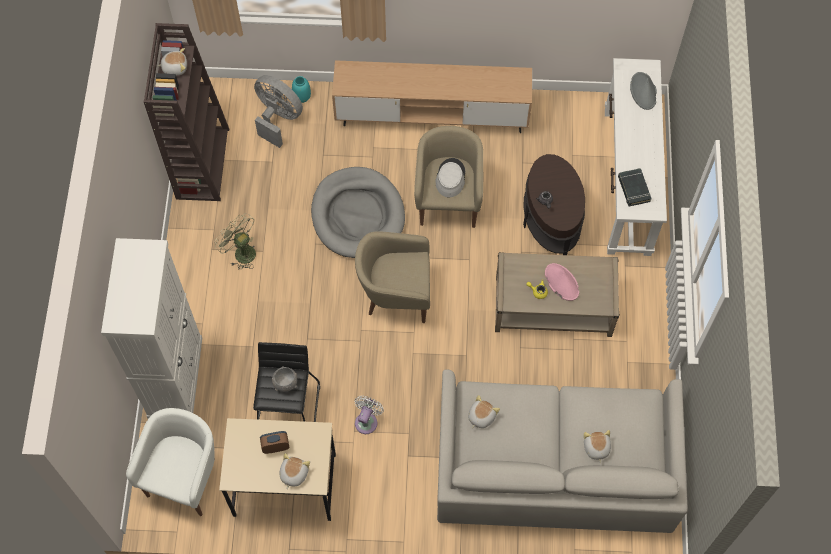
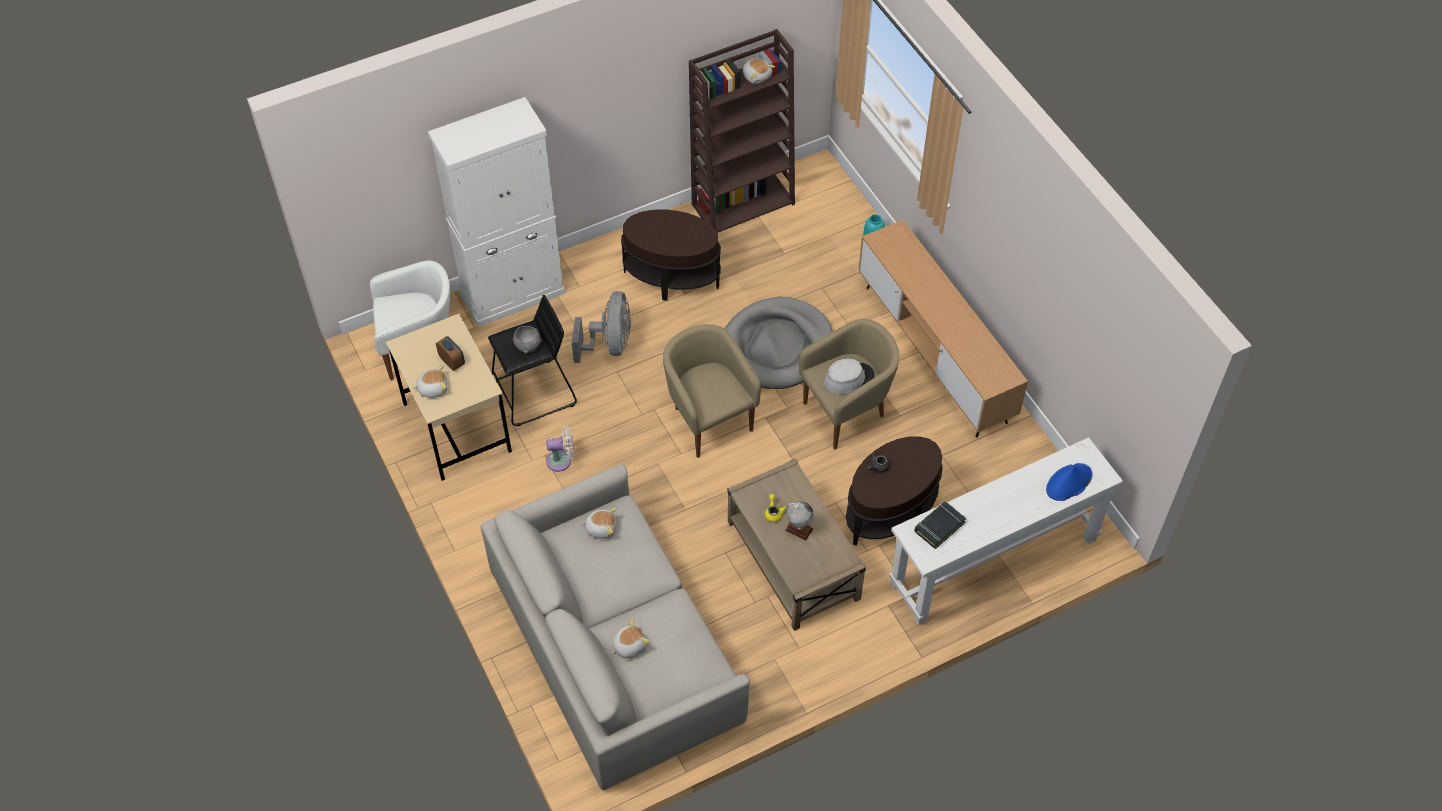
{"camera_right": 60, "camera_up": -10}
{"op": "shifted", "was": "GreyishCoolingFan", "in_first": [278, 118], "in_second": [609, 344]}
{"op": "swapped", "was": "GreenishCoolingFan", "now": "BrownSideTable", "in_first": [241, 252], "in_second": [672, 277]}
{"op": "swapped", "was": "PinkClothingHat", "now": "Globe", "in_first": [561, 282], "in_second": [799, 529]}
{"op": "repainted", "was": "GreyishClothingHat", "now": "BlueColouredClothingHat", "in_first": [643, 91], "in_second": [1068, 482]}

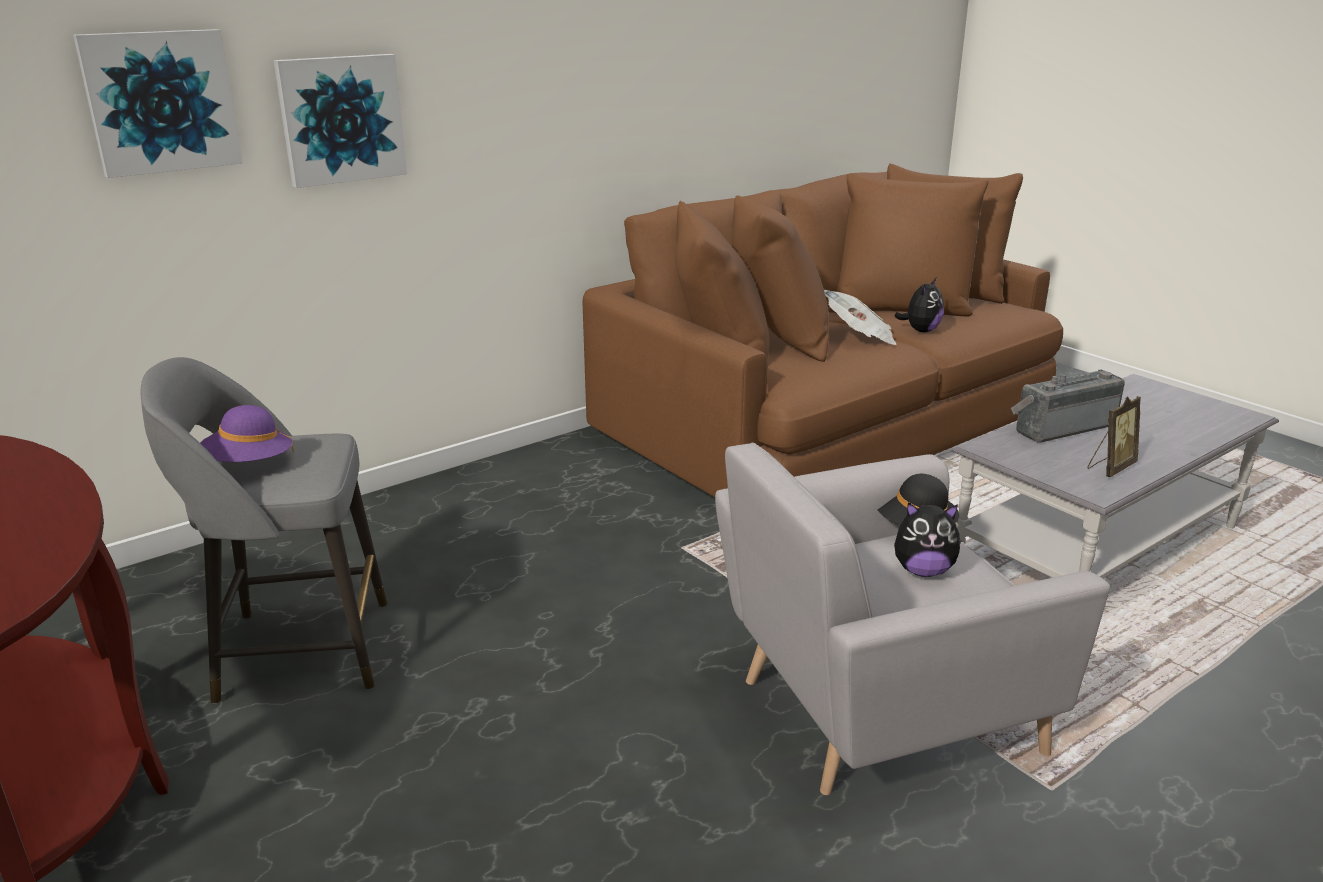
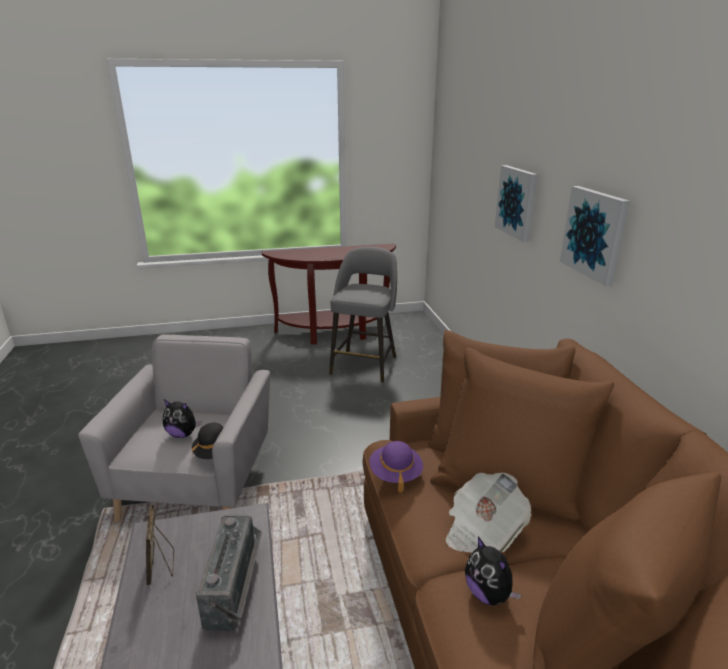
{"camera_right": 115, "camera_up": 0}
{"op": "shifted", "was": "WallPicture", "in_first": [161, 102], "in_second": [594, 234]}
{"op": "shifted", "was": "PurpleClothingHat", "in_first": [249, 464], "in_second": [395, 474]}
{"op": "rotated", "was": "CuddlyToy", "in_first": [923, 571], "in_second": [183, 434], "clockwise": -105}

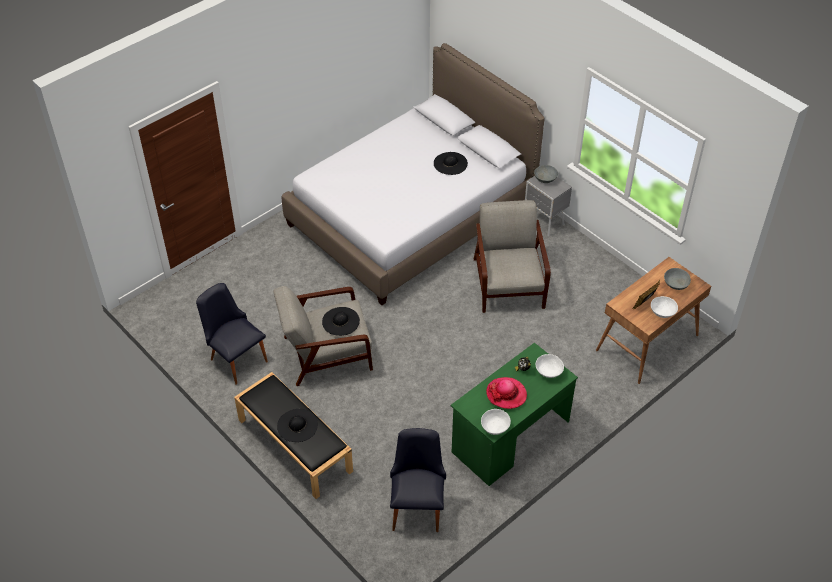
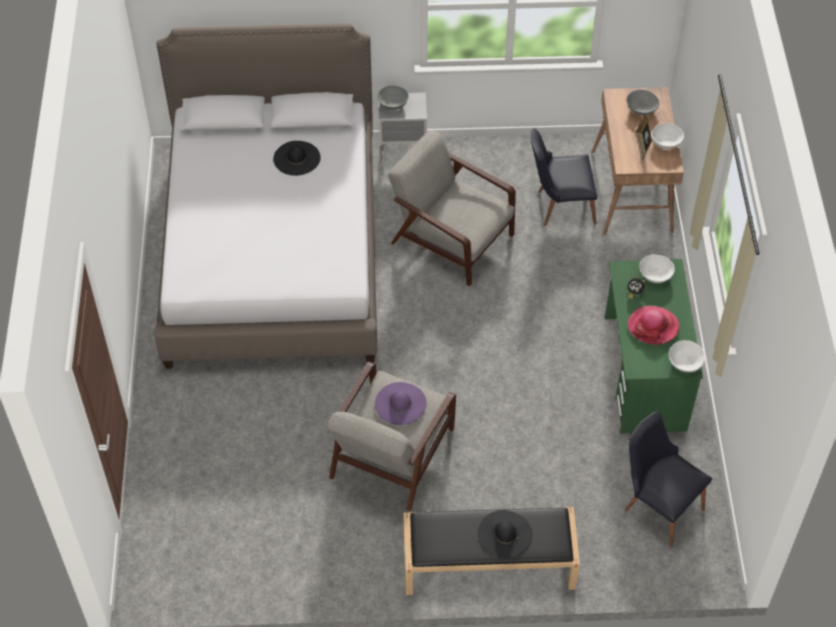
{"camera_right": -50, "camera_up": 5}
{"op": "shifted", "was": "BlackColouredChair", "in_first": [235, 357], "in_second": [559, 206]}
{"op": "repainted", "was": "BlackColouredClothingHat", "now": "PurpleClothingHat", "in_first": [340, 321], "in_second": [400, 403]}

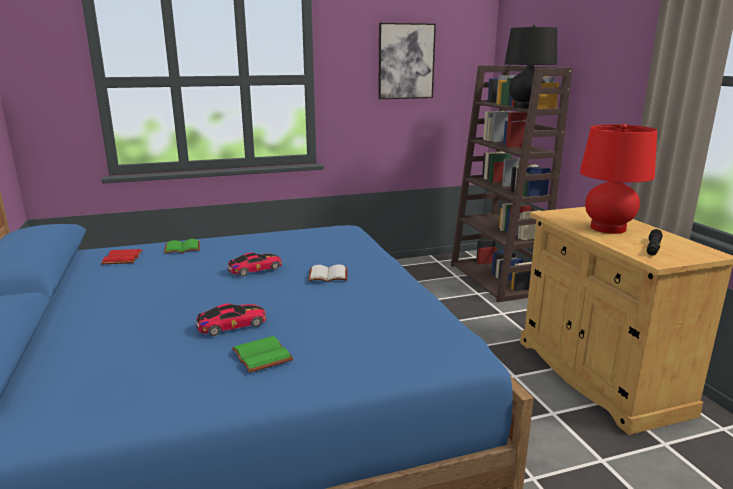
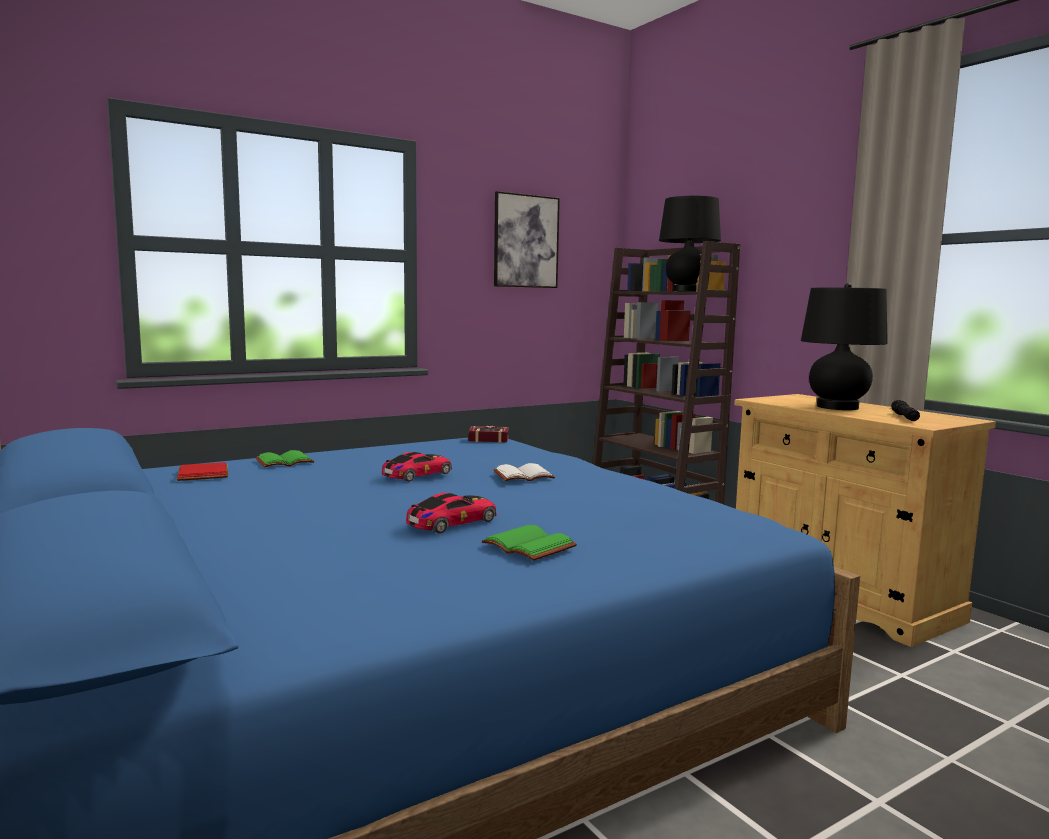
{"camera_right": -15, "camera_up": -10}
{"op": "new", "now": "Book", "in_second": [487, 439]}
{"op": "repainted", "was": "RedColouredTabletopLamp", "now": "BlackColouredTabletopLamp", "in_first": [608, 228], "in_second": [837, 407]}

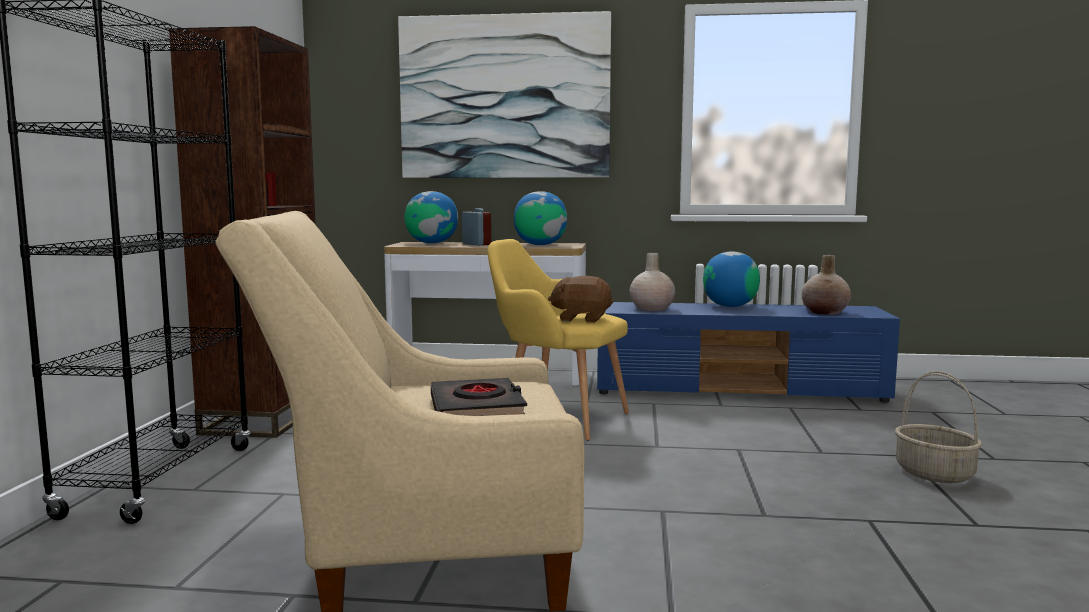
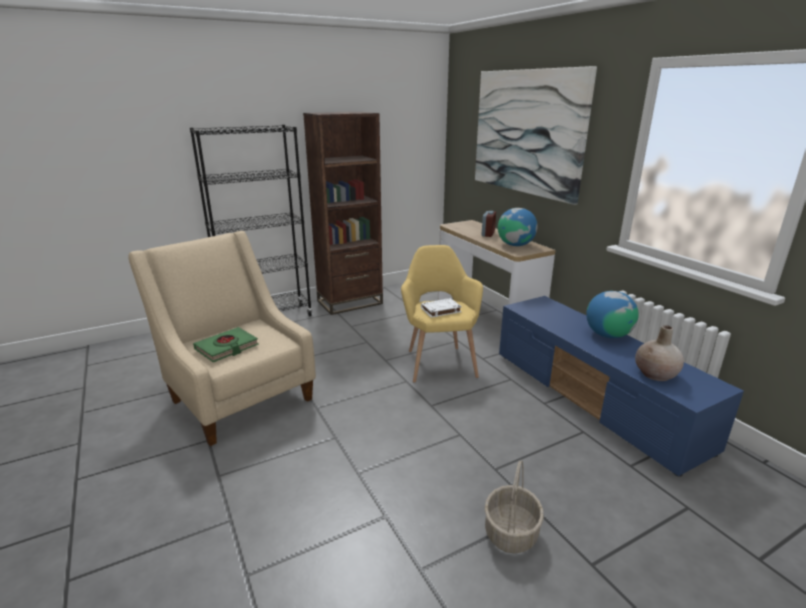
{"camera_right": 55, "camera_up": 15}
{"op": "gone", "was": "Globe", "in_first": [432, 243]}
{"op": "gone", "was": "BeigeDecorativeVase", "in_first": [651, 309]}
{"op": "swapped", "was": "BrownCuddlyToy", "now": "WhitishBook", "in_first": [581, 319], "in_second": [440, 310]}
{"op": "repainted", "was": "BlackColouredBook", "now": "GreenishBook", "in_first": [477, 410], "in_second": [227, 348]}

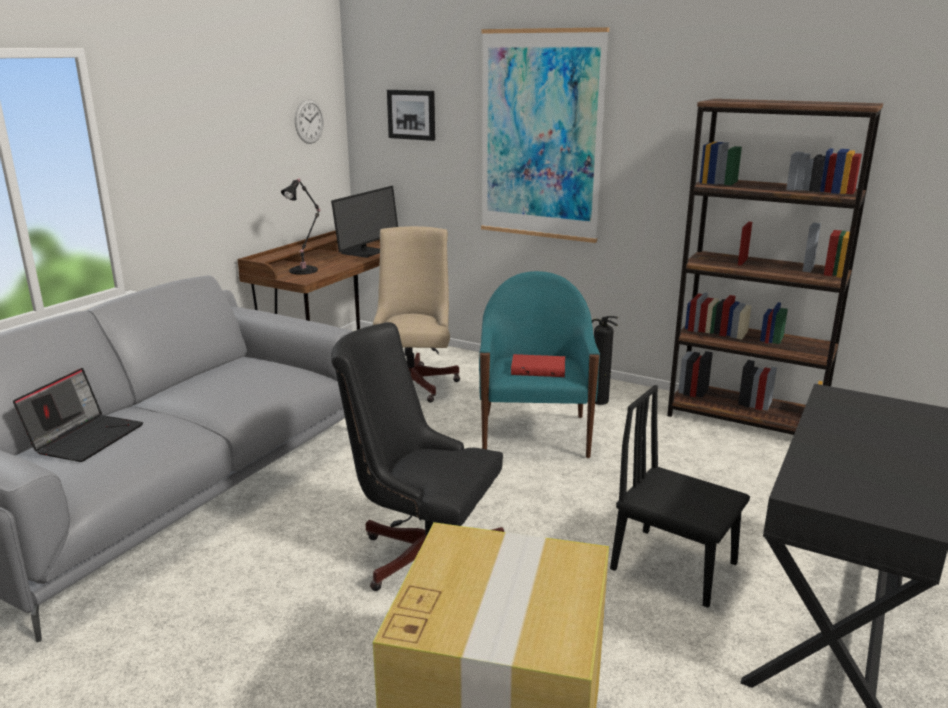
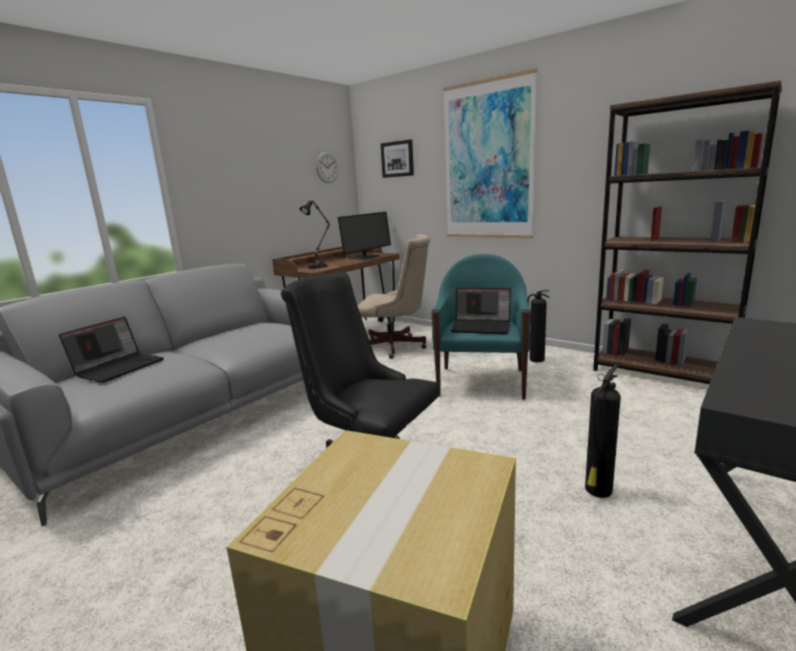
{"camera_right": 10, "camera_up": -5}
{"op": "swapped", "was": "RedColouredBook", "now": "PortableComputer", "in_first": [538, 369], "in_second": [482, 327]}
{"op": "swapped", "was": "BlackColouredChair", "now": "Extinguisher", "in_first": [674, 566], "in_second": [597, 491]}
{"op": "rotated", "was": "BeigeDeskChair", "in_first": [413, 382], "in_second": [396, 347], "clockwise": 90}

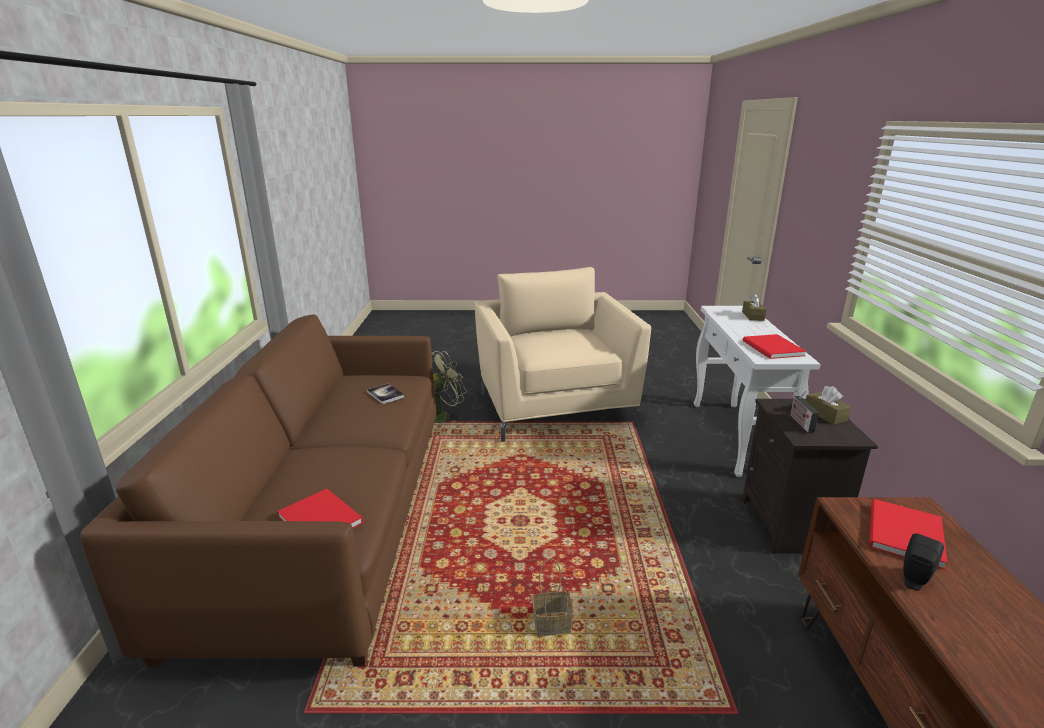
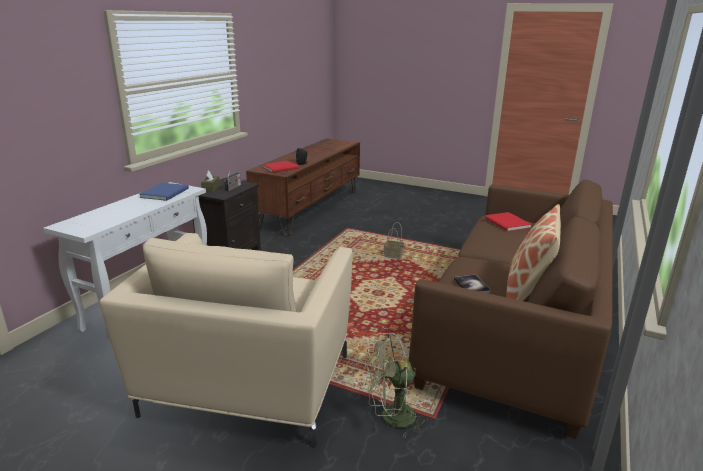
{"camera_right": -155, "camera_up": 0}
{"op": "gone", "was": "BrownTissueHolder", "in_first": [753, 316]}
{"op": "new", "now": "Pillow", "in_second": [527, 293]}
{"op": "repainted", "was": "RedColouredBook", "now": "BlueColouredBook", "in_first": [772, 349], "in_second": [166, 192]}

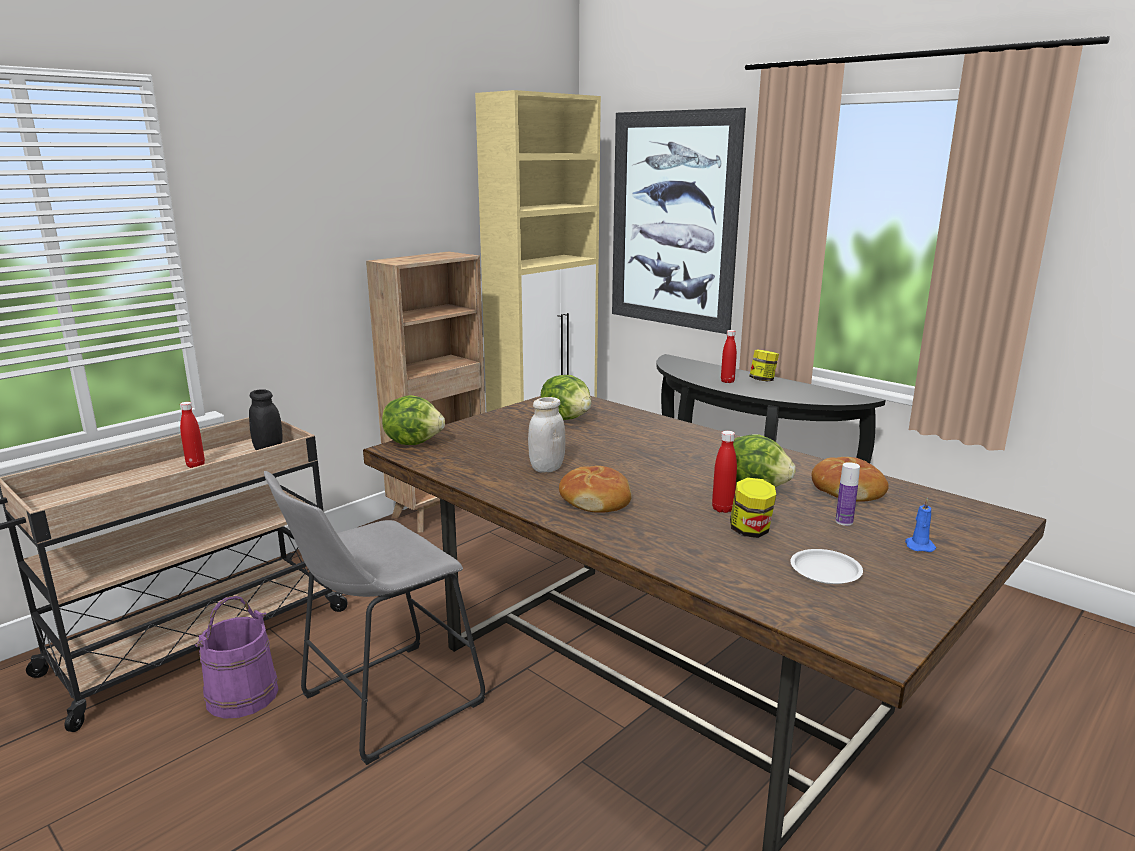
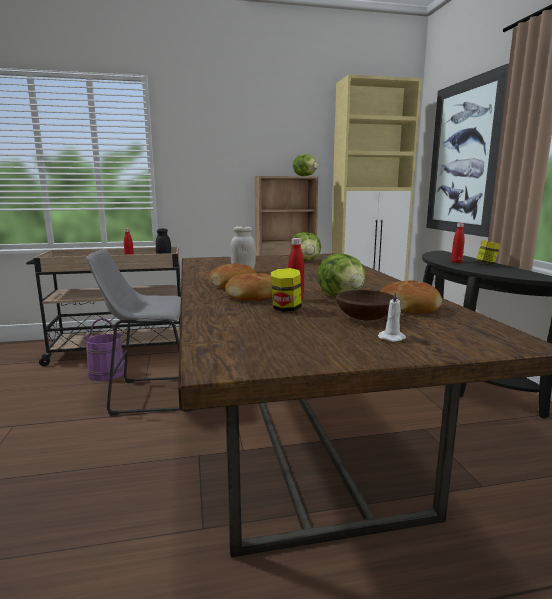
{"camera_right": 35, "camera_up": -5}
{"op": "gone", "was": "WhitishFlatDish", "in_first": [826, 571]}
{"op": "new", "now": "BakedBread", "in_second": [254, 297]}
{"op": "shifted", "was": "LettuceHead", "in_first": [414, 442], "in_second": [305, 176]}
{"op": "swapped", "was": "DrinkBottle", "now": "BrownServingBowl", "in_first": [844, 522], "in_second": [364, 318]}
{"op": "repainted", "was": "BlueColouredWaxCandle", "now": "WhitishWaxCandle", "in_first": [919, 546], "in_second": [392, 338]}

